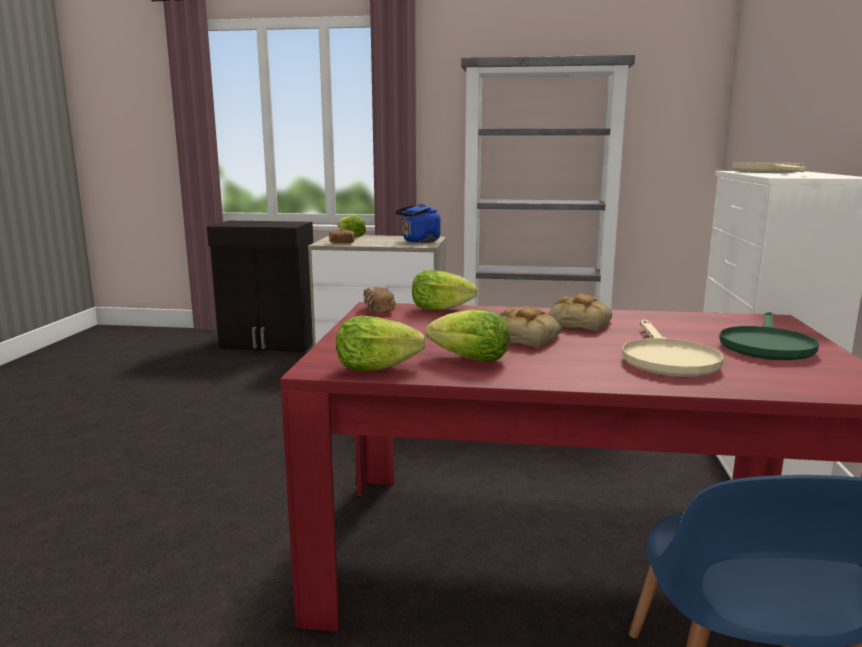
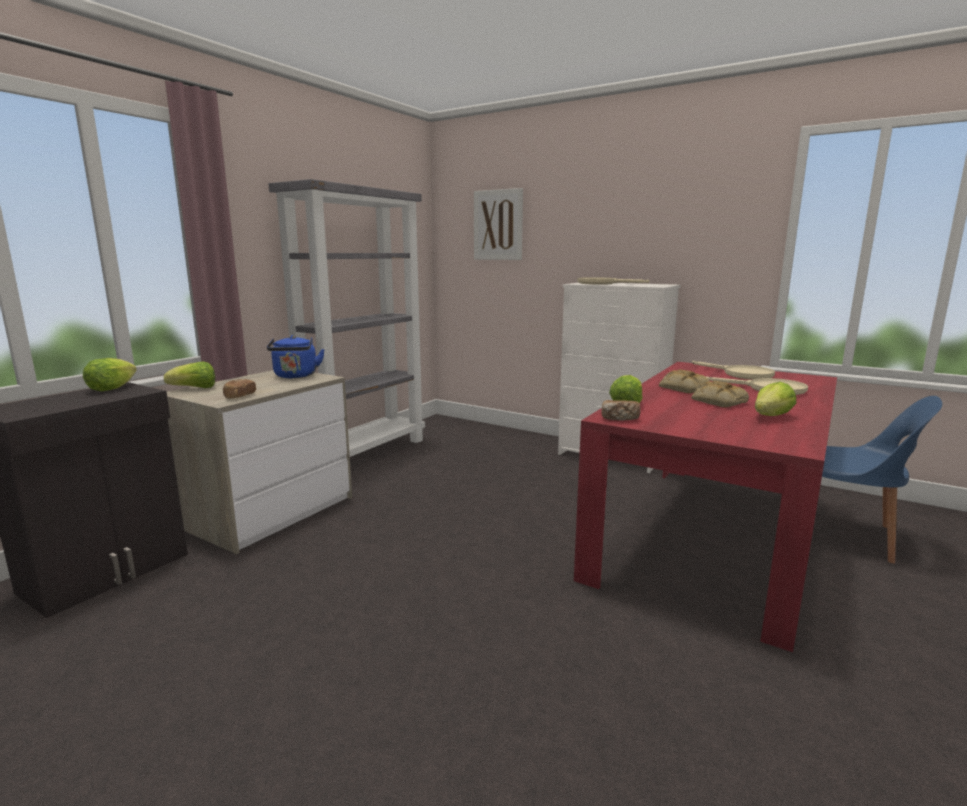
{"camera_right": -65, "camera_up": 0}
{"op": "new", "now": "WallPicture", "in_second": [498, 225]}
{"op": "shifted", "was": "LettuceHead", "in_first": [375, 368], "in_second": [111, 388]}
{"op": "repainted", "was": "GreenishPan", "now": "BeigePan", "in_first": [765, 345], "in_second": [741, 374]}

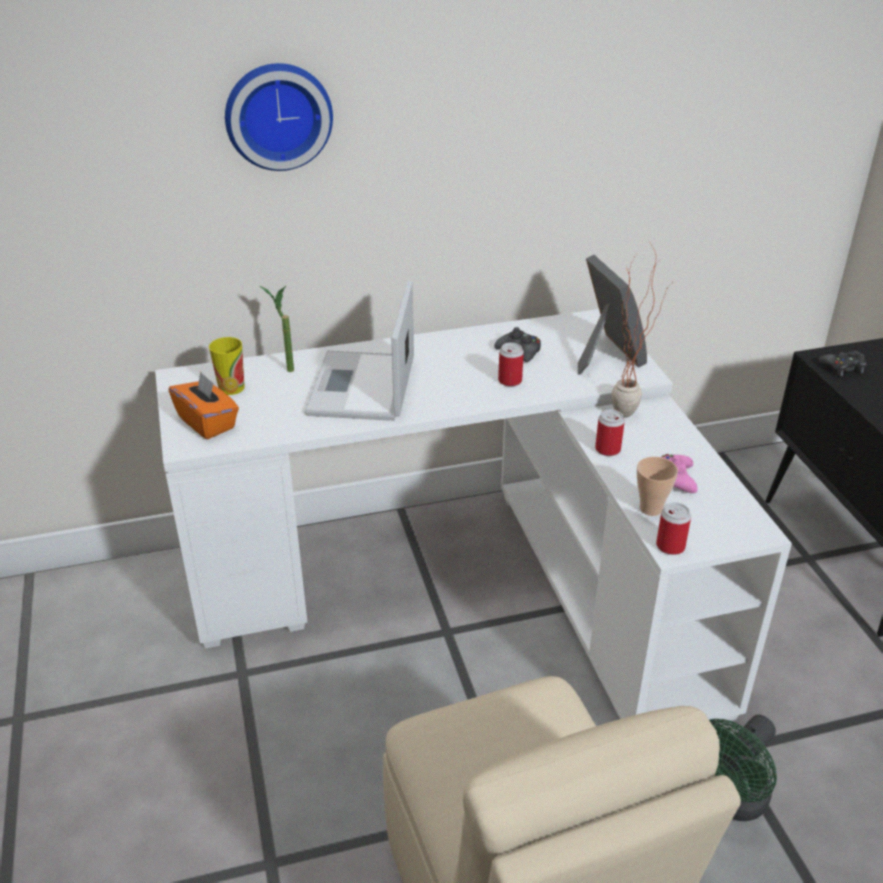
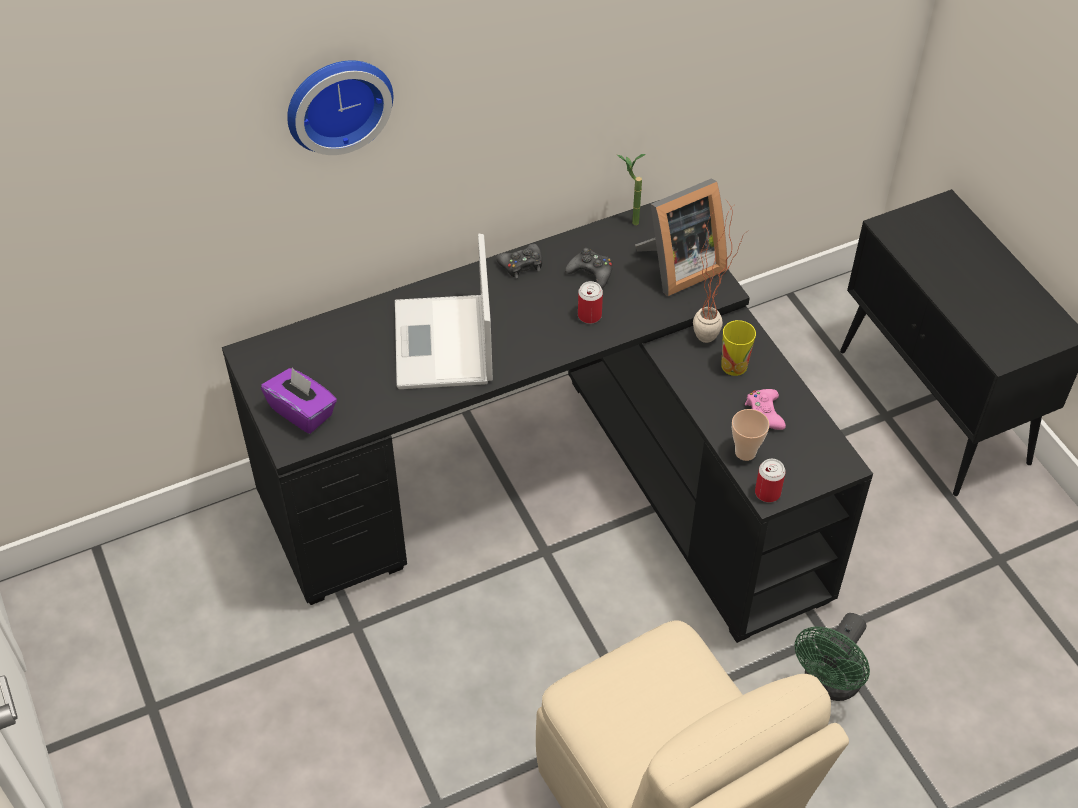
{"camera_right": -10, "camera_up": 15}
{"op": "gone", "was": "MetalCan", "in_first": [607, 449]}
{"op": "shifted", "was": "Cup", "in_first": [231, 388], "in_second": [734, 365]}
{"op": "shifted", "was": "PlantInAPot", "in_first": [284, 368], "in_second": [628, 221]}
{"op": "shifted", "was": "BlackColouredGameController", "in_first": [843, 367], "in_second": [521, 265]}
{"op": "repainted", "was": "WhitishDeskUnit", "now": "BlackColouredDeskUnit", "in_first": [471, 580], "in_second": [557, 489]}
{"op": "repainted", "was": "OrangeTissueHolder", "now": "PurpleTissueHolder", "in_first": [207, 423], "in_second": [302, 412]}
{"op": "rotated", "was": "StandingFrame", "in_first": [605, 355], "in_second": [678, 267], "clockwise": 90}

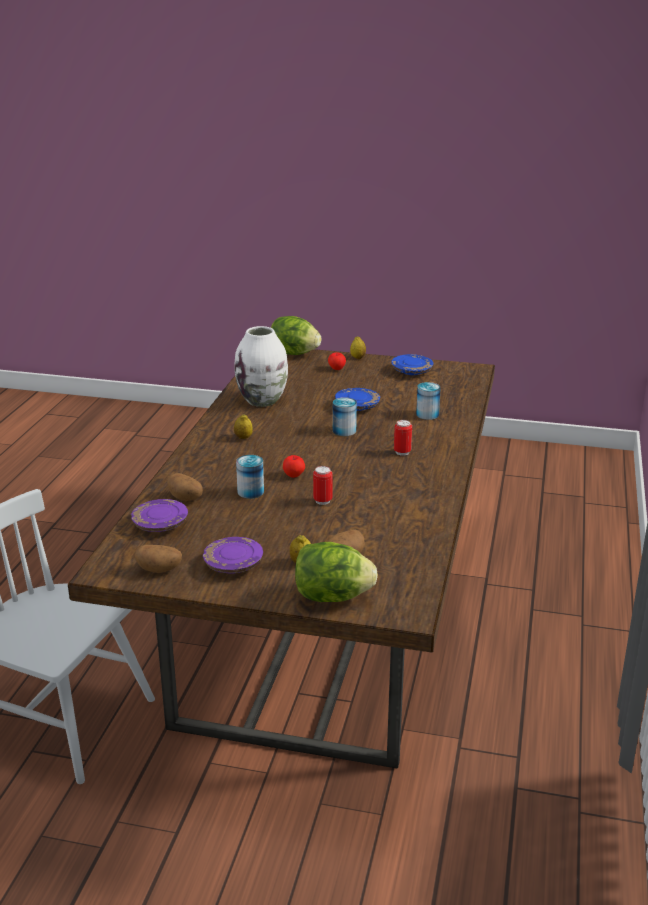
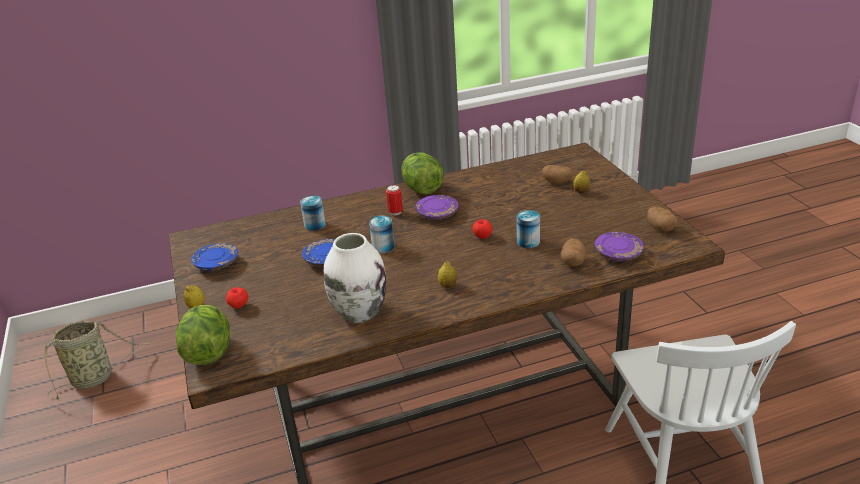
{"camera_right": -120, "camera_up": 5}
{"op": "gone", "was": "MetalCan", "in_first": [322, 501]}
{"op": "new", "now": "Basket", "in_second": [95, 378]}
{"op": "shifted", "was": "PurpleFlatDish", "in_first": [233, 565], "in_second": [437, 214]}
{"op": "shifted", "was": "LettuceHead", "in_first": [332, 597], "in_second": [422, 189]}

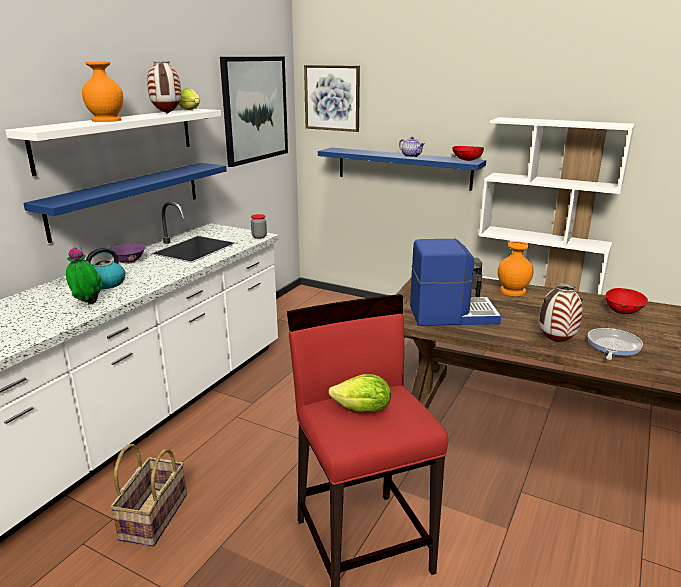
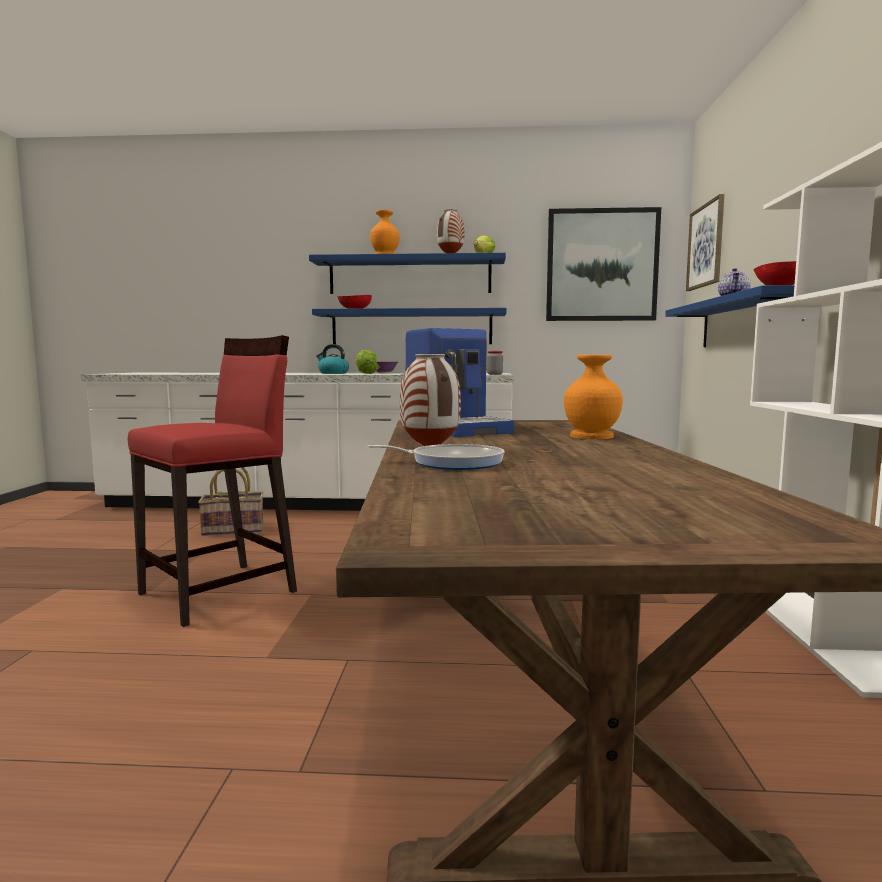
{"camera_right": 65, "camera_up": -15}
{"op": "gone", "was": "PlantInAPot", "in_first": [87, 303]}
{"op": "shifted", "was": "LettuceHead", "in_first": [363, 410], "in_second": [365, 374]}
{"op": "shifted", "was": "RedColouredServingBowl", "in_first": [623, 312], "in_second": [354, 309]}
{"op": "repainted", "was": "WhitishWallShelf", "now": "BlueColouredWallShelf", "in_first": [118, 138], "in_second": [410, 276]}

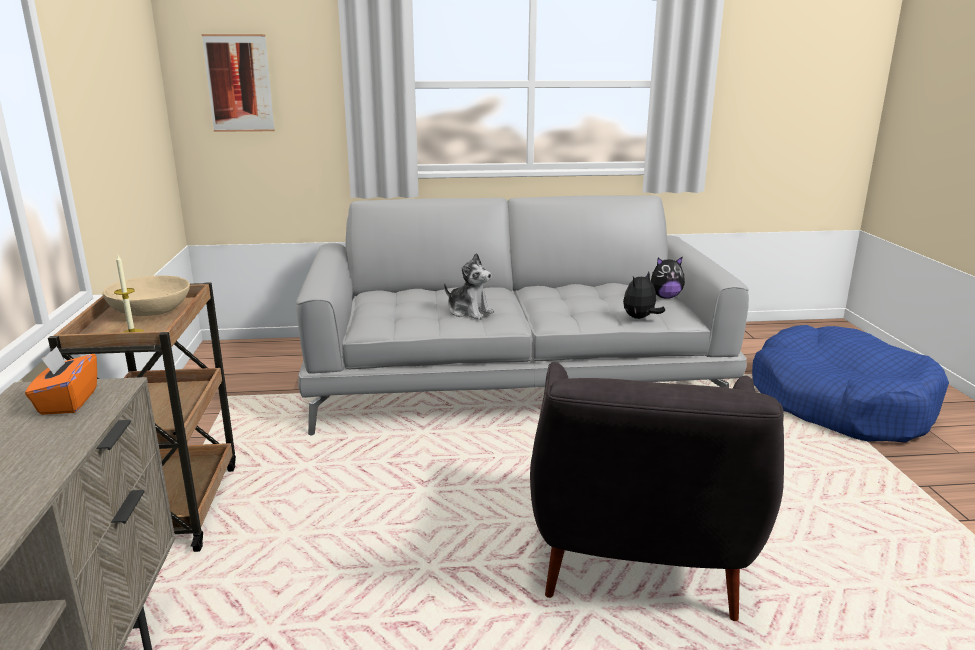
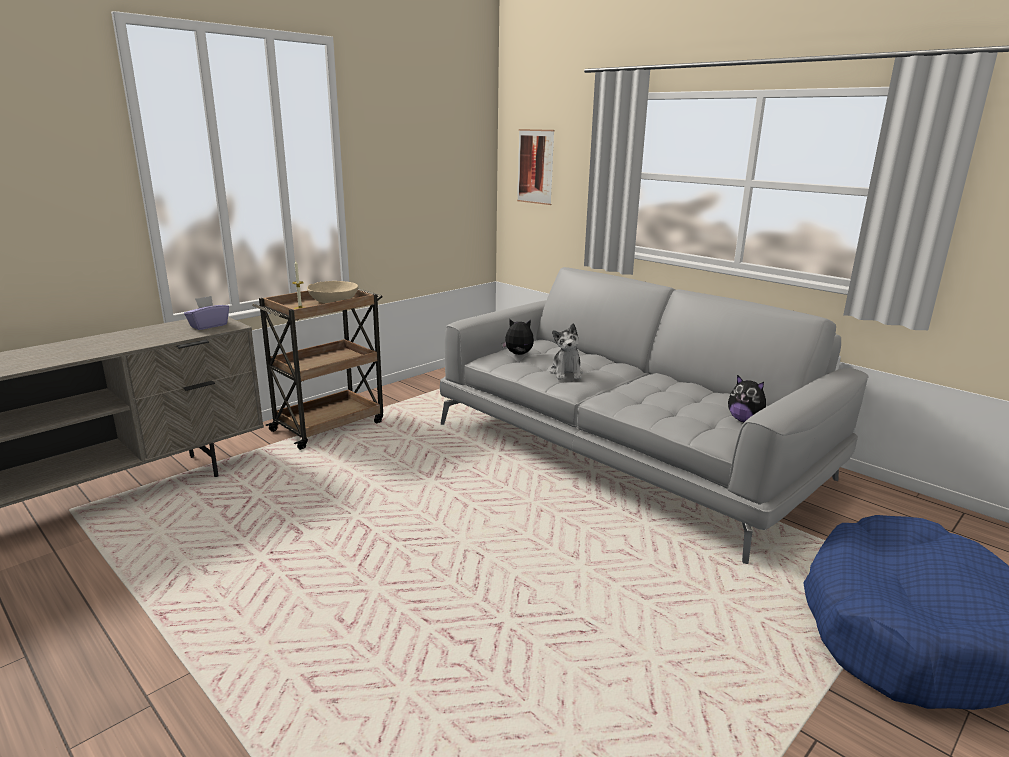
{"camera_right": 50, "camera_up": 0}
{"op": "gone", "was": "GreyishLoungeChair", "in_first": [638, 561]}
{"op": "shifted", "was": "CuddlyToy", "in_first": [640, 318], "in_second": [518, 354]}
{"op": "repainted", "was": "OrangeTissueHolder", "now": "PurpleTissueHolder", "in_first": [67, 402], "in_second": [208, 325]}

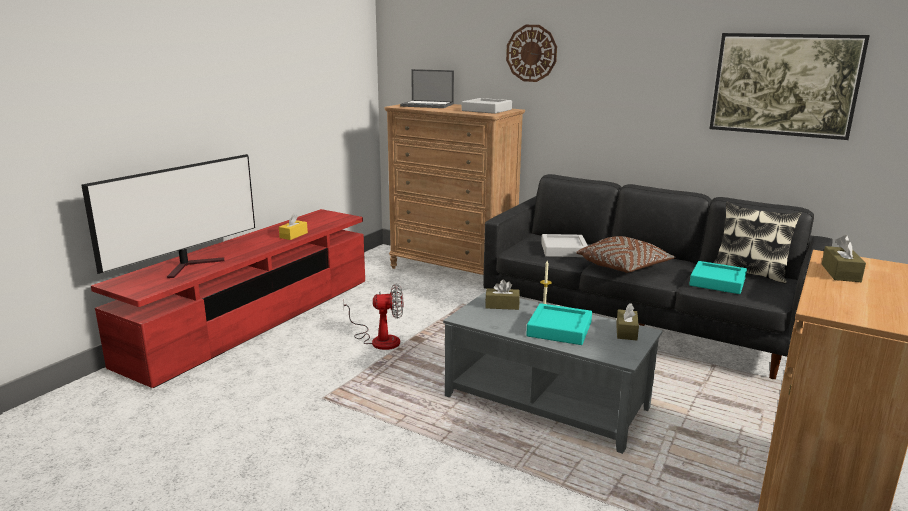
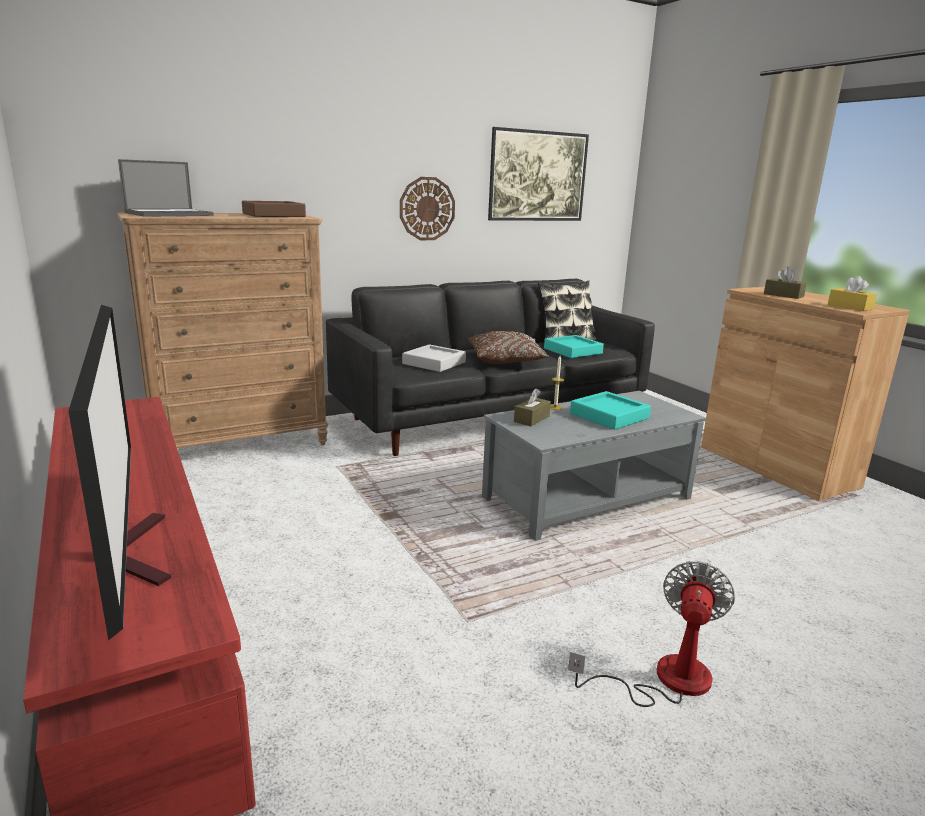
{"camera_right": -60, "camera_up": 0}
{"op": "gone", "was": "BrownTissueHolder", "in_first": [626, 331]}
{"op": "shifted", "was": "YellowTissueHolder", "in_first": [293, 235], "in_second": [850, 307]}
{"op": "shifted", "was": "CoolingFan", "in_first": [379, 339], "in_second": [665, 679]}
{"op": "shifted", "was": "ClockOnTheWall", "in_first": [531, 53], "in_second": [427, 209]}
{"op": "repainted", "was": "GreyishServingTray", "now": "BrownServingTray", "in_first": [486, 110], "in_second": [273, 215]}

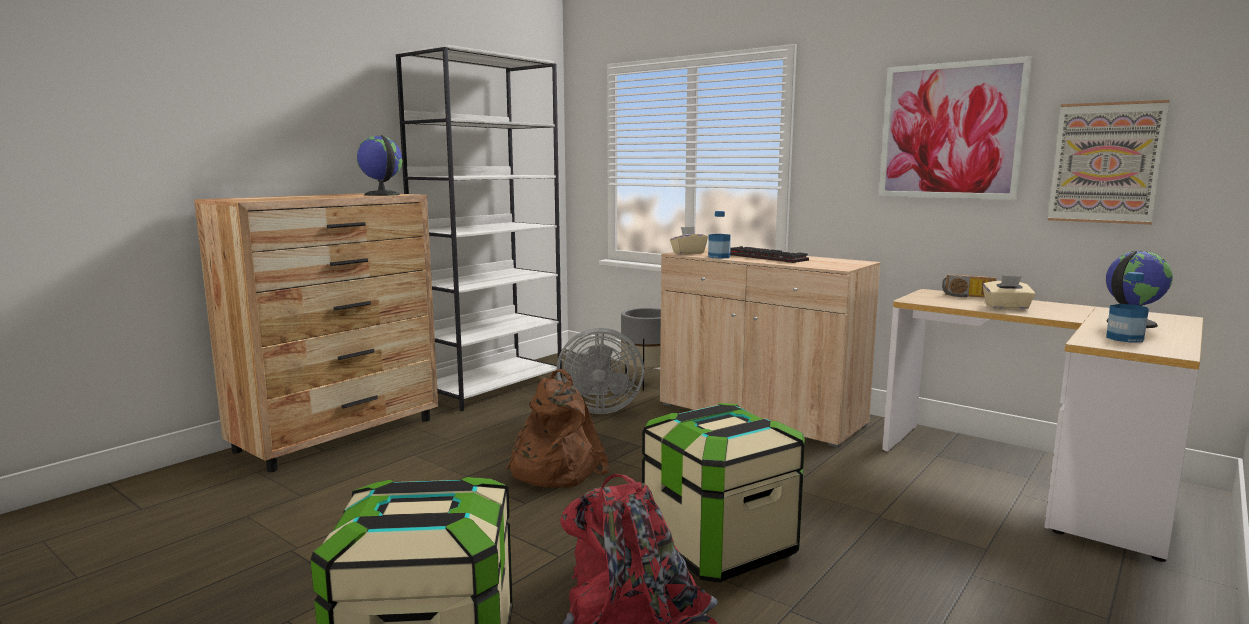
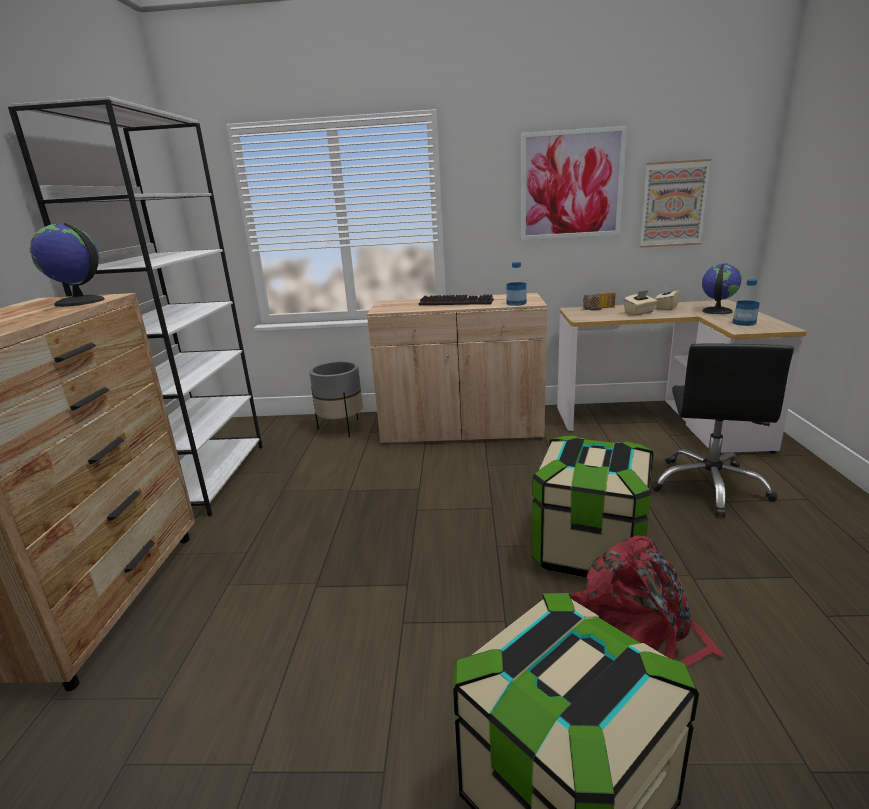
{"camera_right": -35, "camera_up": 10}
{"op": "gone", "was": "BrownKnapsack", "in_first": [553, 470]}
{"op": "gone", "was": "GreyishCoolingFan", "in_first": [598, 409]}
{"op": "new", "now": "BlackColouredDeskChair", "in_second": [709, 486]}
{"op": "shifted", "was": "BeigeTissueHolder", "in_first": [688, 253], "in_second": [666, 308]}
{"op": "shifted", "was": "DrinkBottle", "in_first": [719, 257], "in_second": [516, 303]}

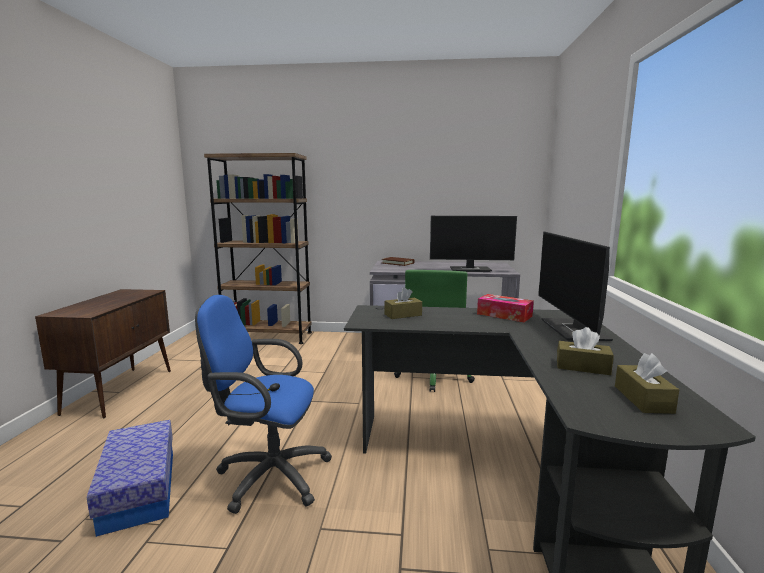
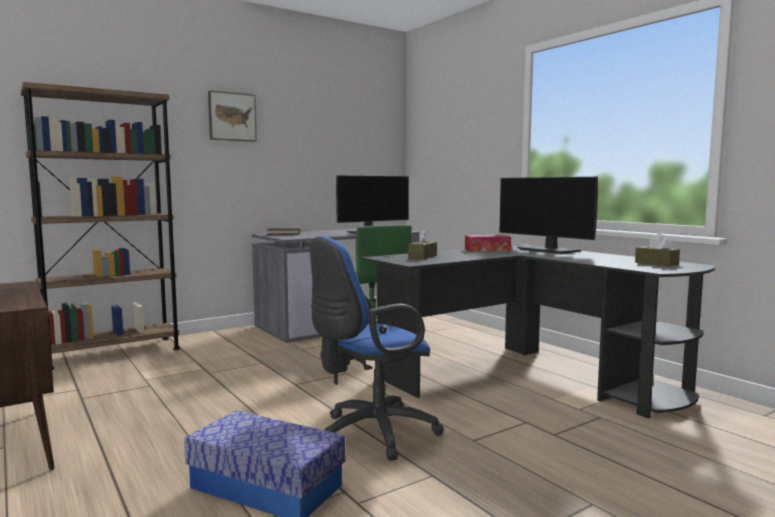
{"camera_right": -40, "camera_up": -5}
{"op": "gone", "was": "BrownTissueHolder", "in_first": [582, 367]}
{"op": "new", "now": "WallPicture", "in_second": [231, 117]}

